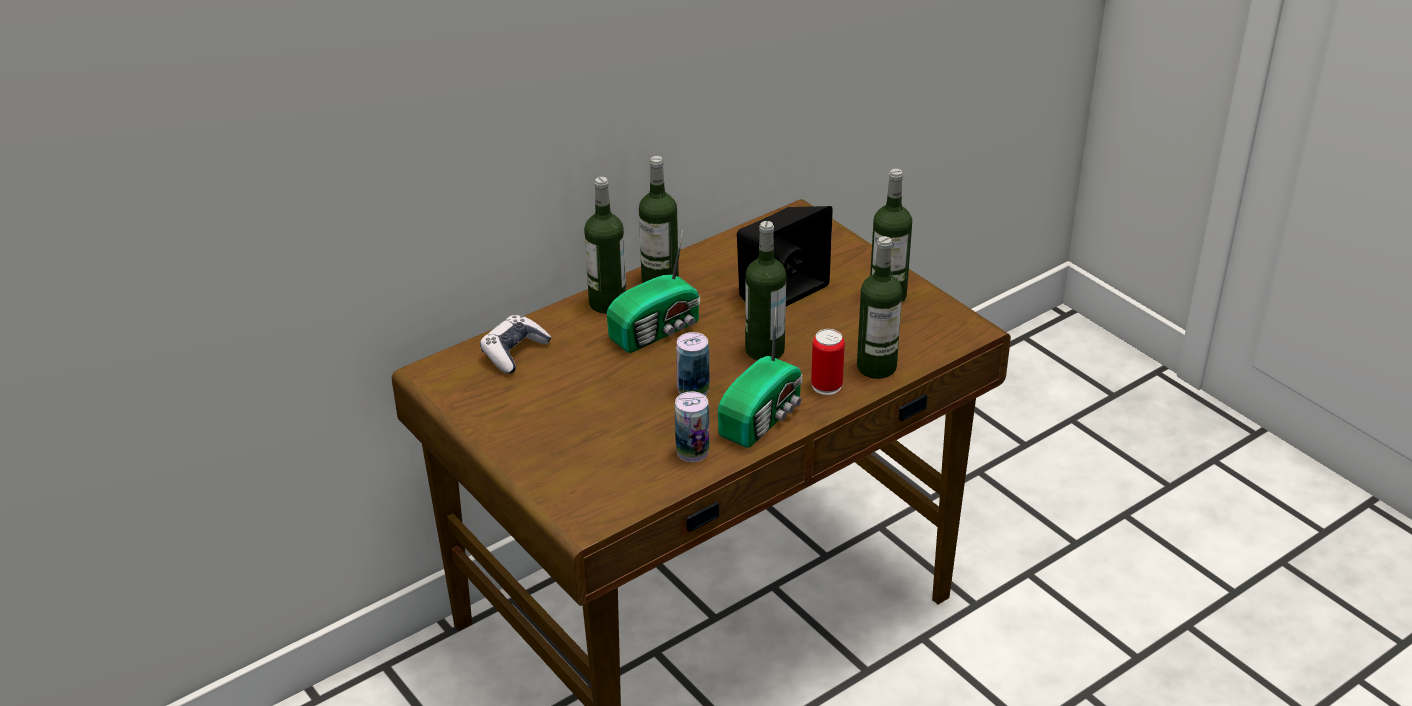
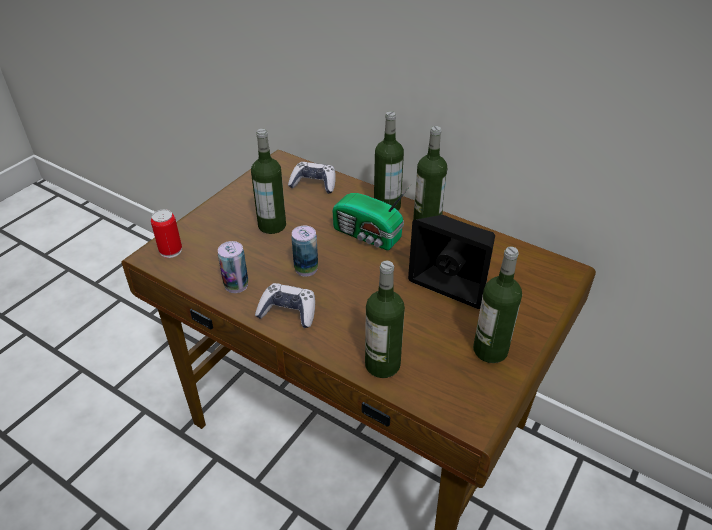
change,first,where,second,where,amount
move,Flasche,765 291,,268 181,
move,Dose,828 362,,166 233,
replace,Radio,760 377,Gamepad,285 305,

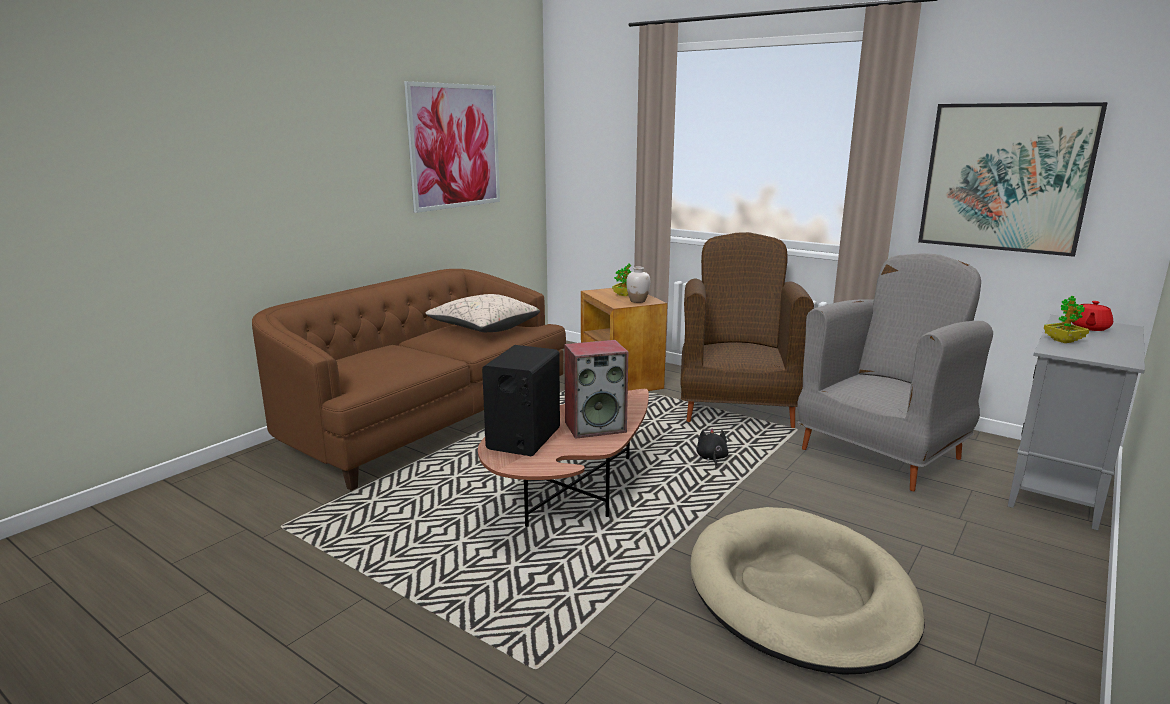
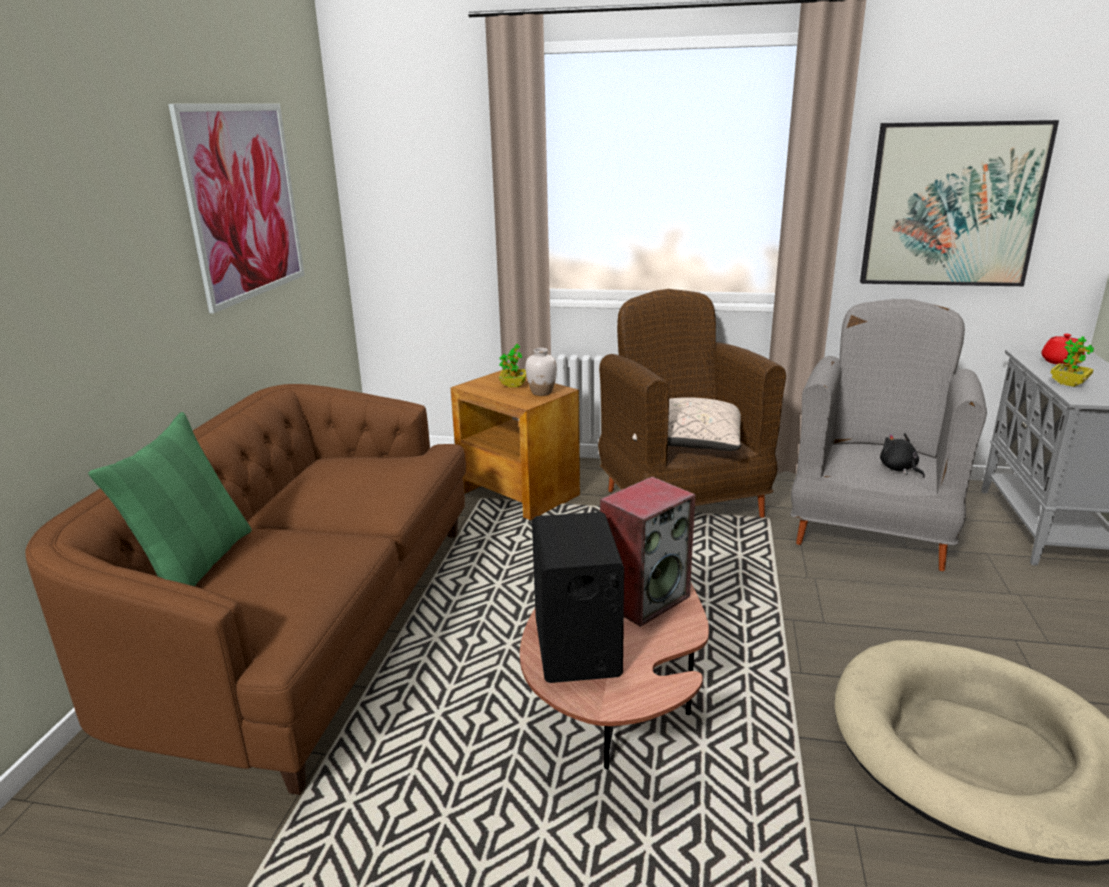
change,first,where,second,where,amount
insert,,,Kissen (grün),170 499,
move,Kissen (beige),483 313,,686 424,
move,Plüschtier (schwarz),712 448,,902 455,

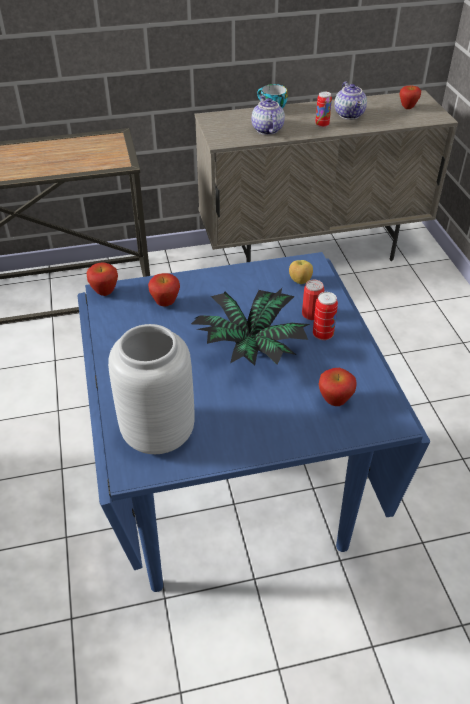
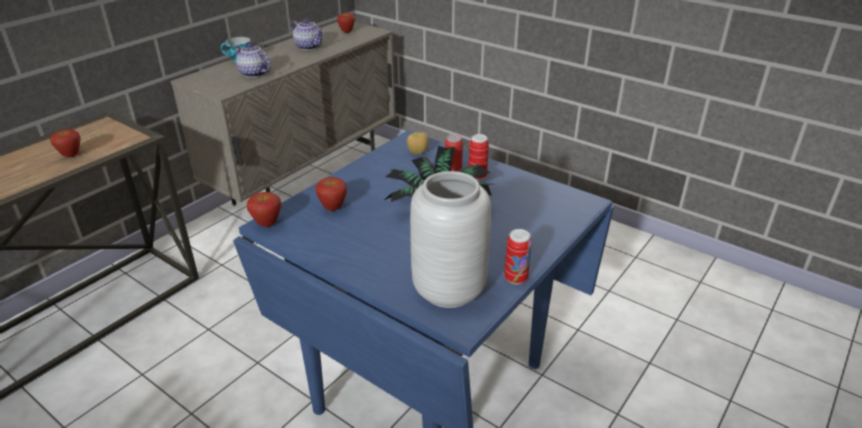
change,first,where,second,where,amount
move,Dose,323 109,,518 256,
move,Apfel,338 387,,65 143,

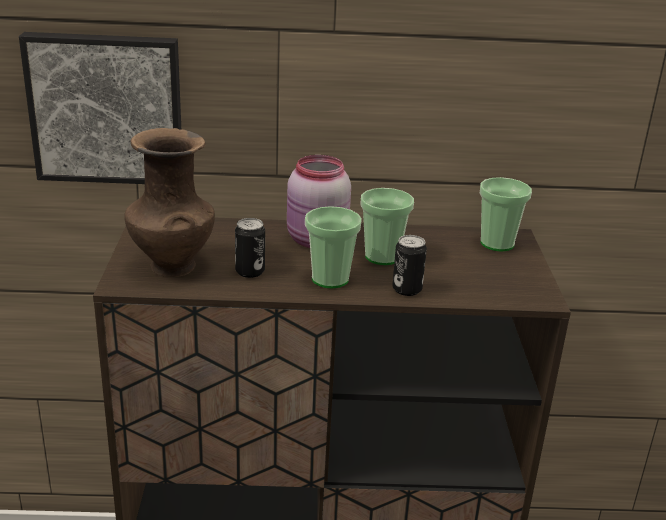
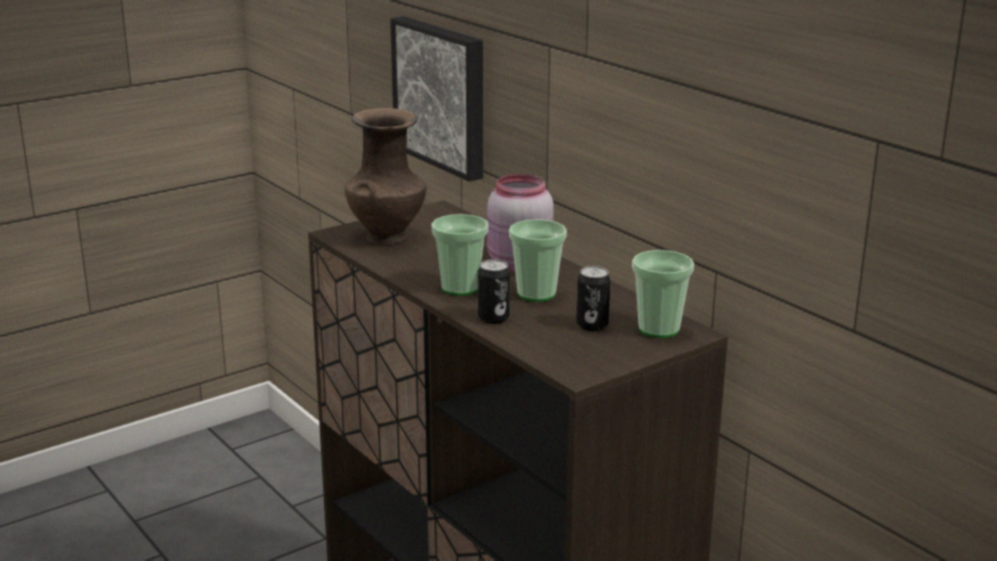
change,first,where,second,where,amount
move,Dose,250 248,,593 298,

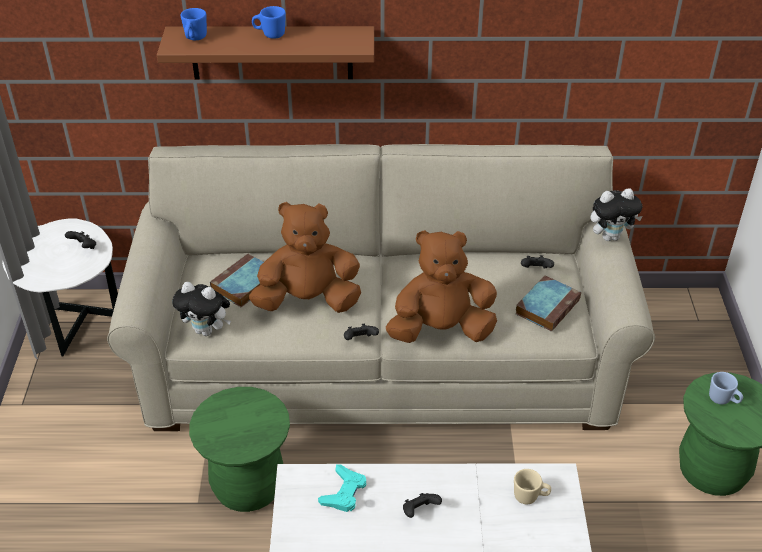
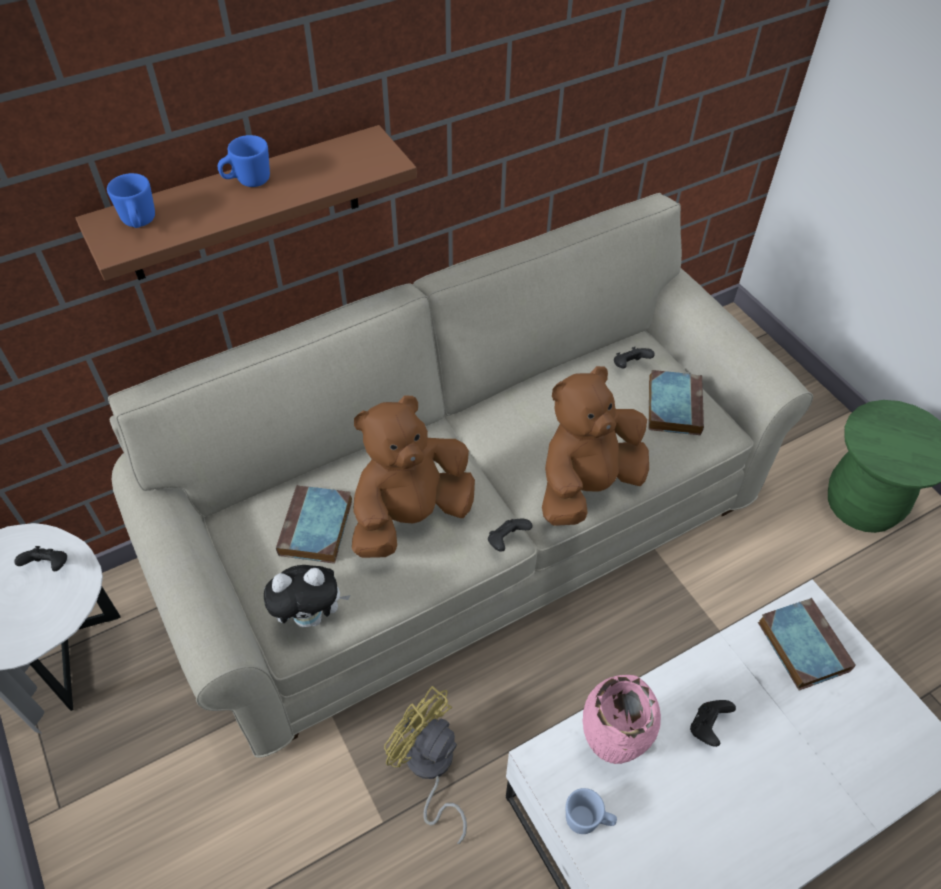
change,first,where,second,where,amount
delete,Plüschtier,616 214,,,
move,Henkelbecher (blau),726 388,,591 811,
replace,Hocker (grün),239 449,Ventilator (gelb),425 765,
replace,Gamepad (türkis),342 488,Vase (rosa),621 719,
replace,Henkelbecher (beige),532 486,Buch,807 644,

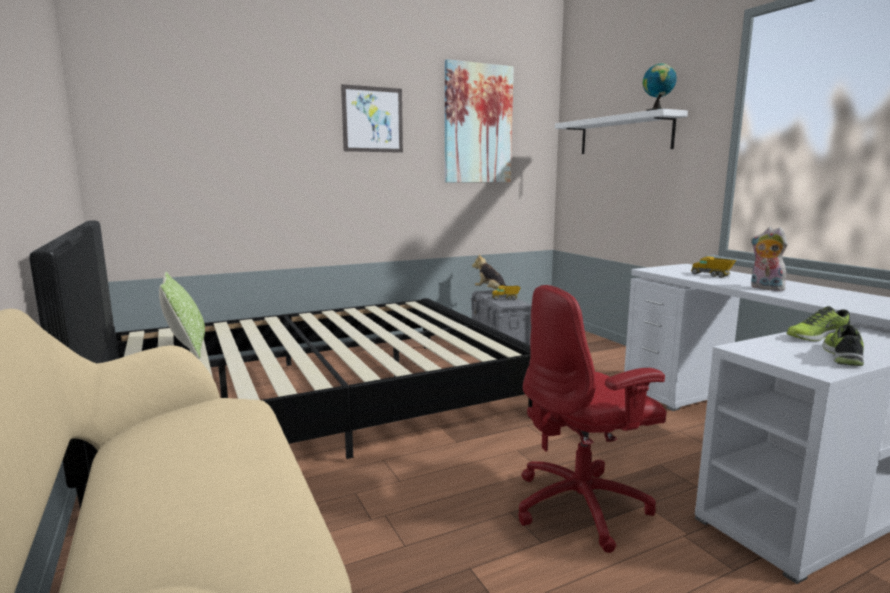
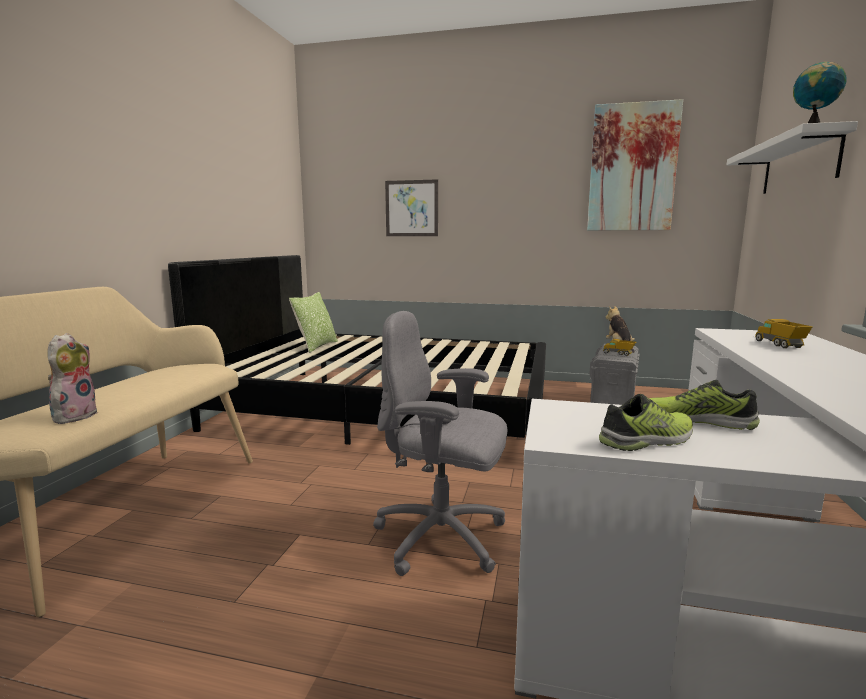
change,first,where,second,where,amount
move,Bild,372 118,,411 207,
move,Plüschtier,769 259,,73 378,
recolor,Bürostuhl (rot),592 419,Bürostuhl (grau),440 443,

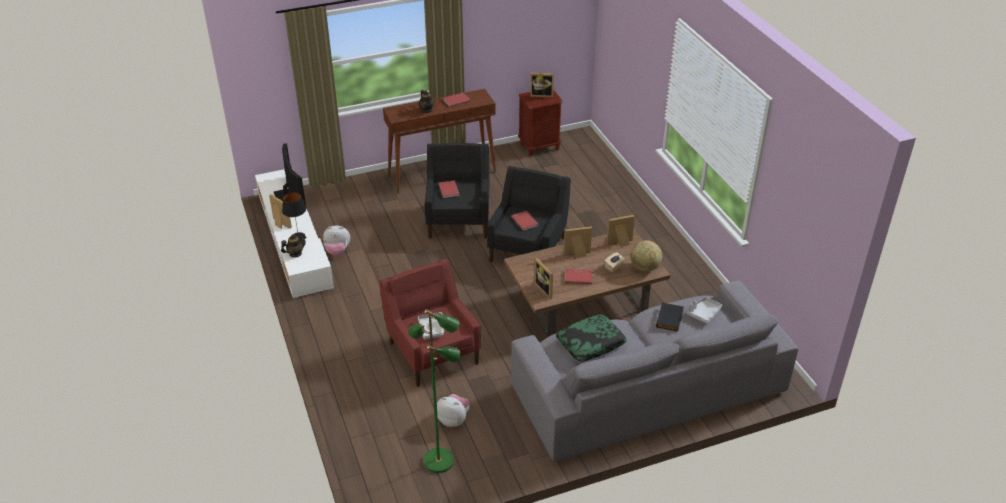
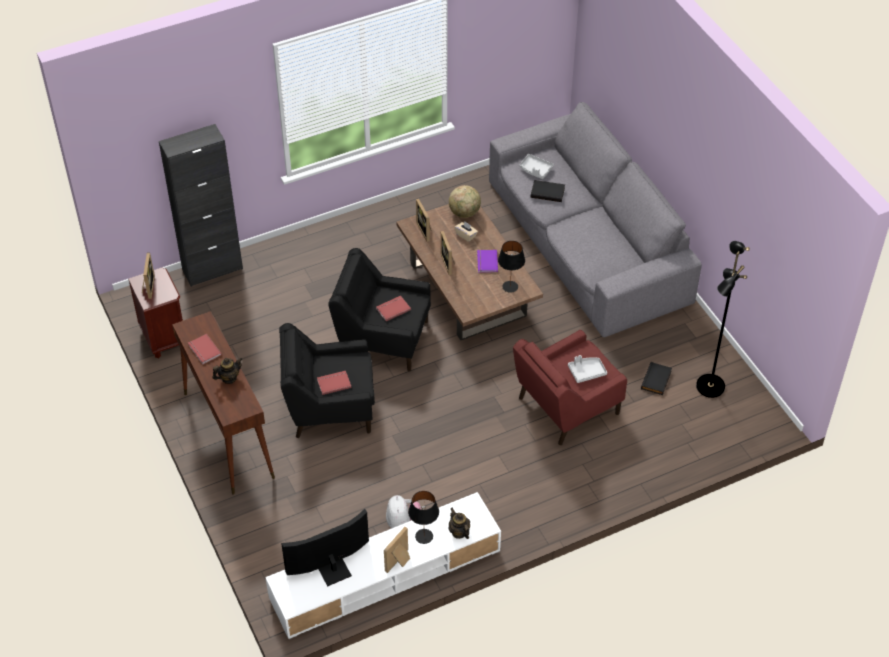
change,first,where,second,where,amount
delete,Kissen,591 338,,,
insert,,,Schrank (schwarz),201 205,
replace,Plüschtier,453 410,Buch (schwarz),656 378,
replace,Bilderrahmen,543 278,Tischlampe (schwarz),511 267,
recolor,Stehlampe (grün),434 391,Stehlampe (schwarz),723 319,
recolor,Buch (rot),578 276,Buch (lila),487 261,

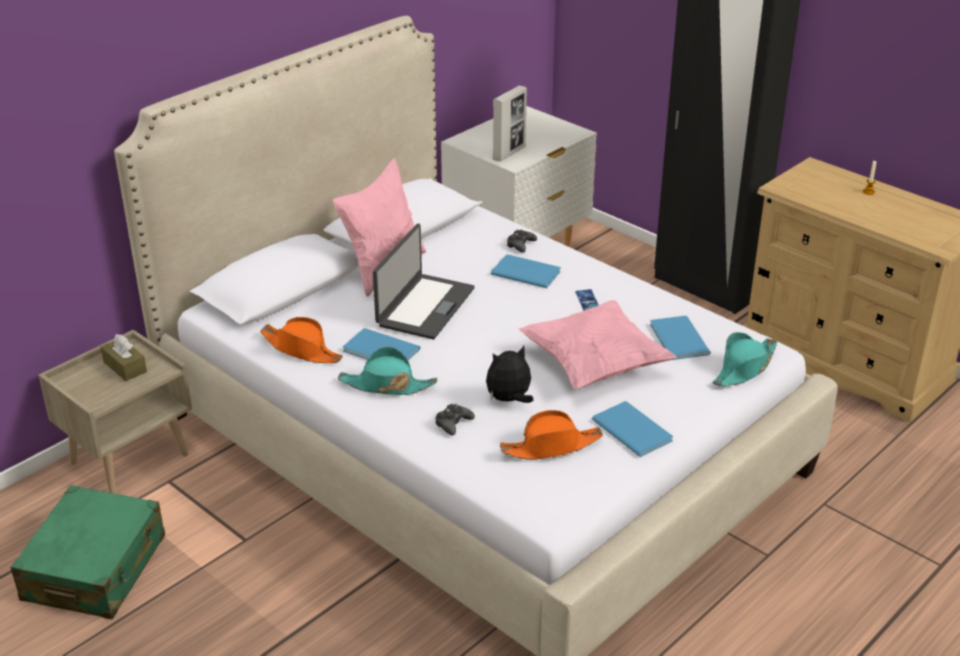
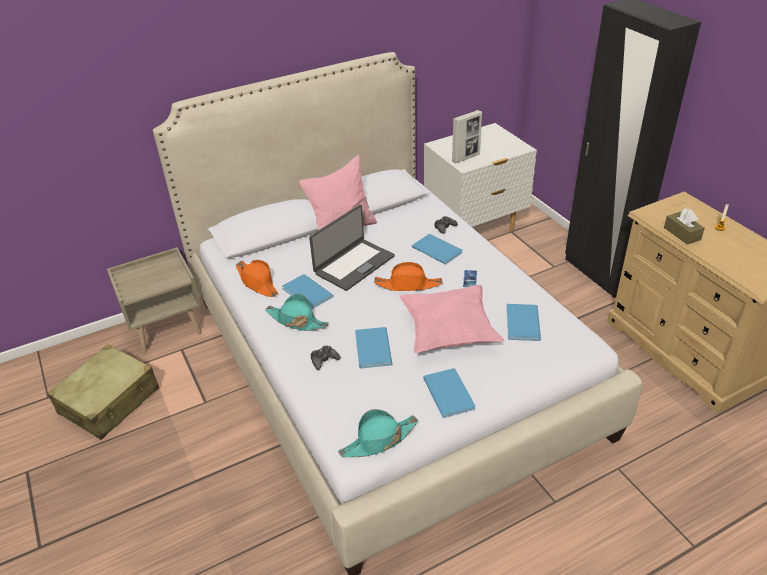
change,first,where,second,where,amount
move,Taschentuchbox (braun),124 357,,684 226,
move,Hut (orange),551 435,,408 276,
move,Hut (türkis),745 359,,378 433,
replace,Plüschtier,510 374,Buch (blau),373 348,
recolor,Koffer (grün),88 552,Koffer (beige),103 392,

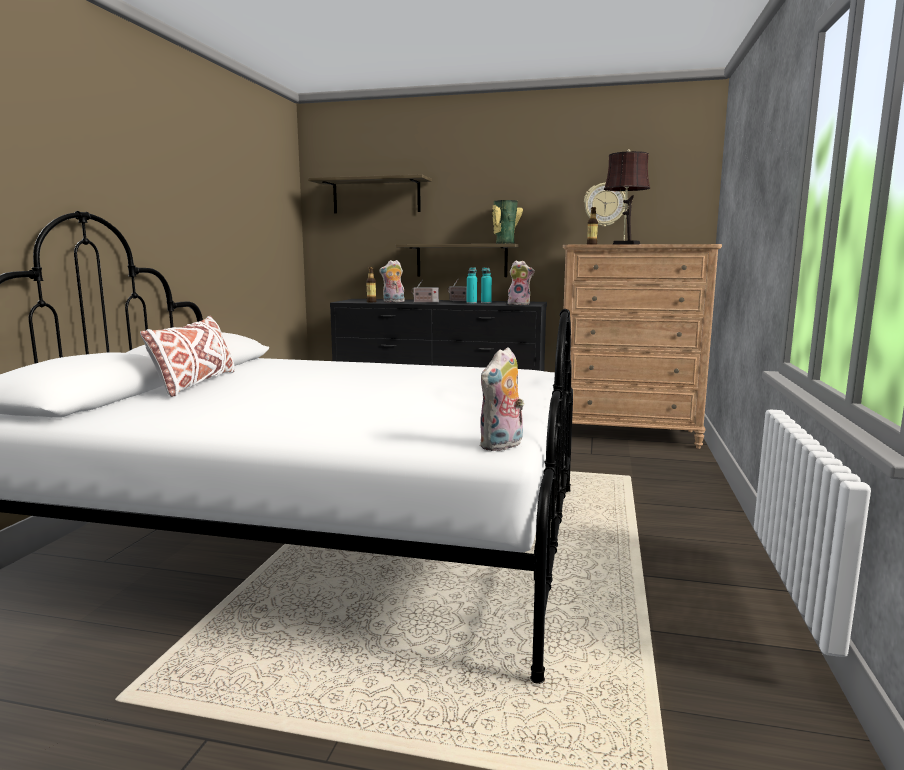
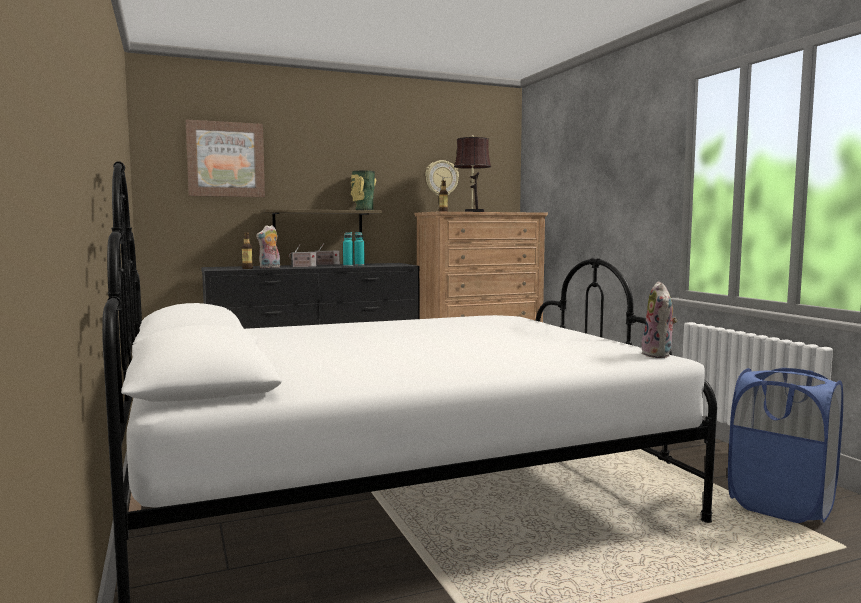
change,first,where,second,where,amount
delete,Kissen (weiß),187 356,,,
delete,Plüschtier,521 282,,,
insert,,,Wäschekorb (blau),785 445,
replace,Wandregal,370 193,Bild,225 158,

